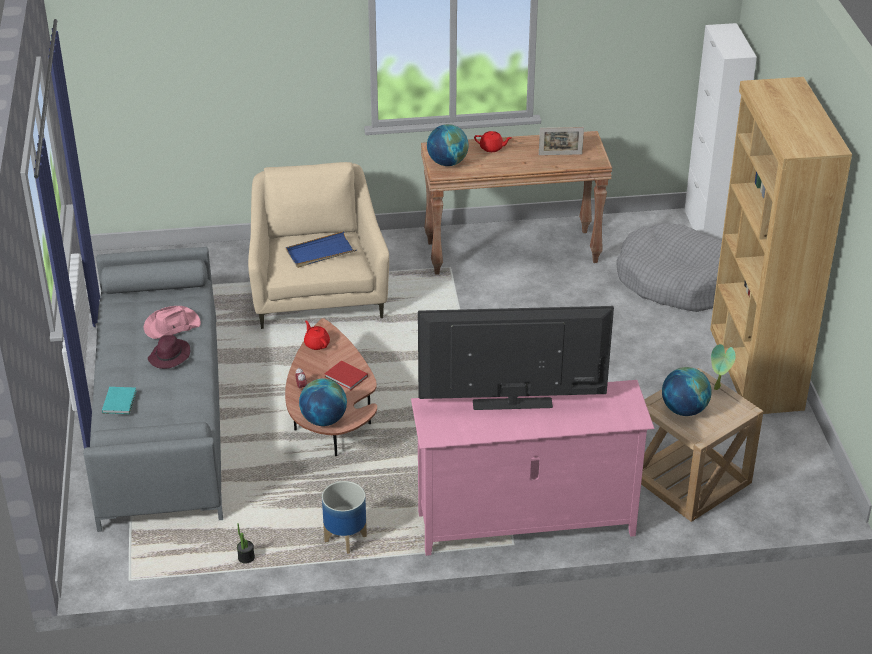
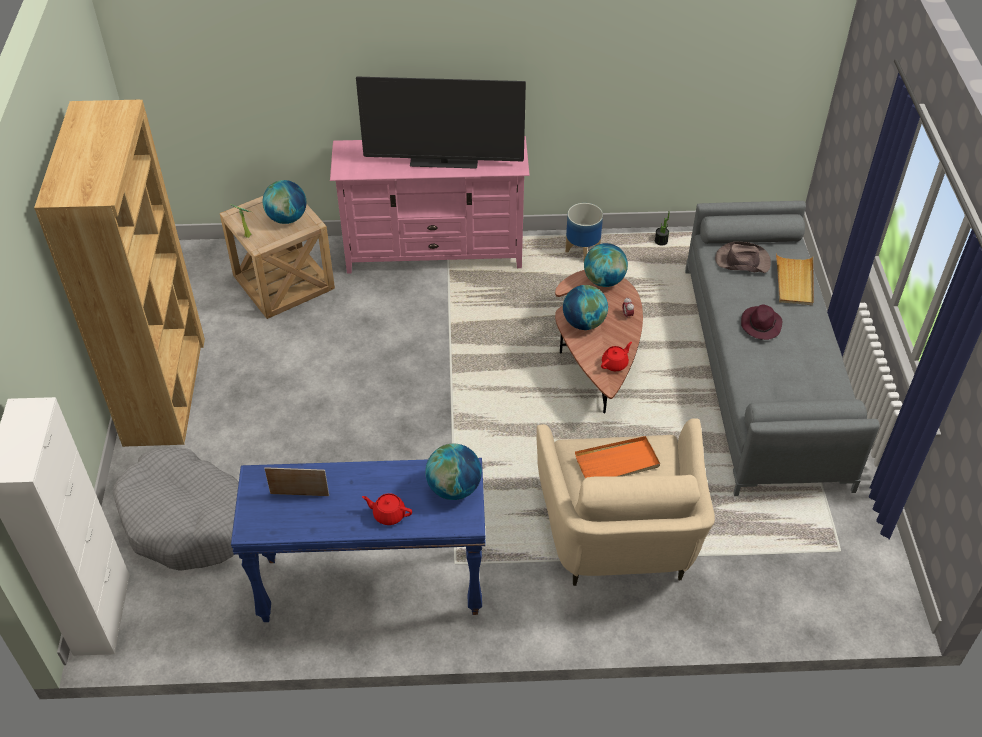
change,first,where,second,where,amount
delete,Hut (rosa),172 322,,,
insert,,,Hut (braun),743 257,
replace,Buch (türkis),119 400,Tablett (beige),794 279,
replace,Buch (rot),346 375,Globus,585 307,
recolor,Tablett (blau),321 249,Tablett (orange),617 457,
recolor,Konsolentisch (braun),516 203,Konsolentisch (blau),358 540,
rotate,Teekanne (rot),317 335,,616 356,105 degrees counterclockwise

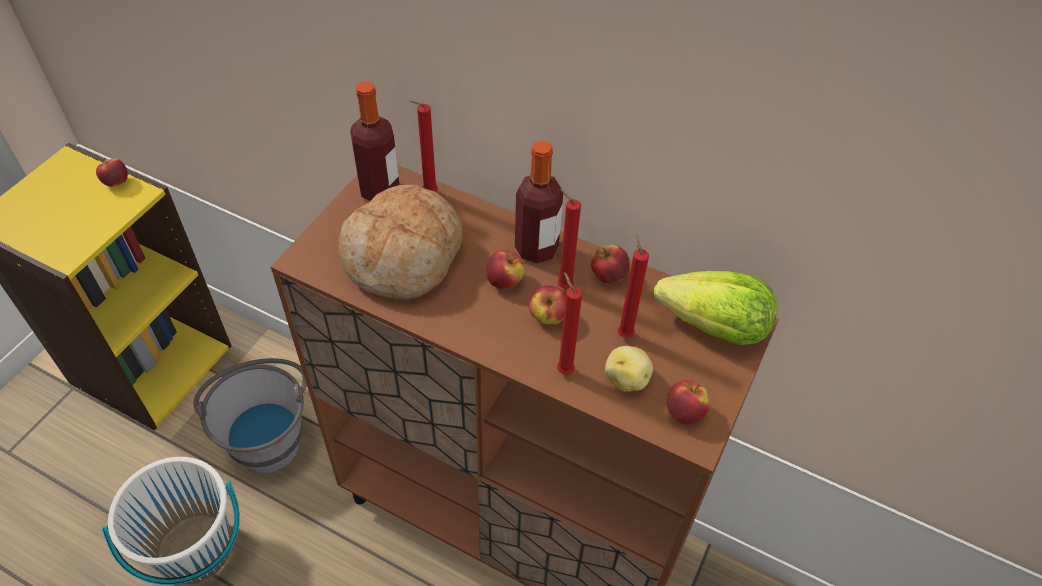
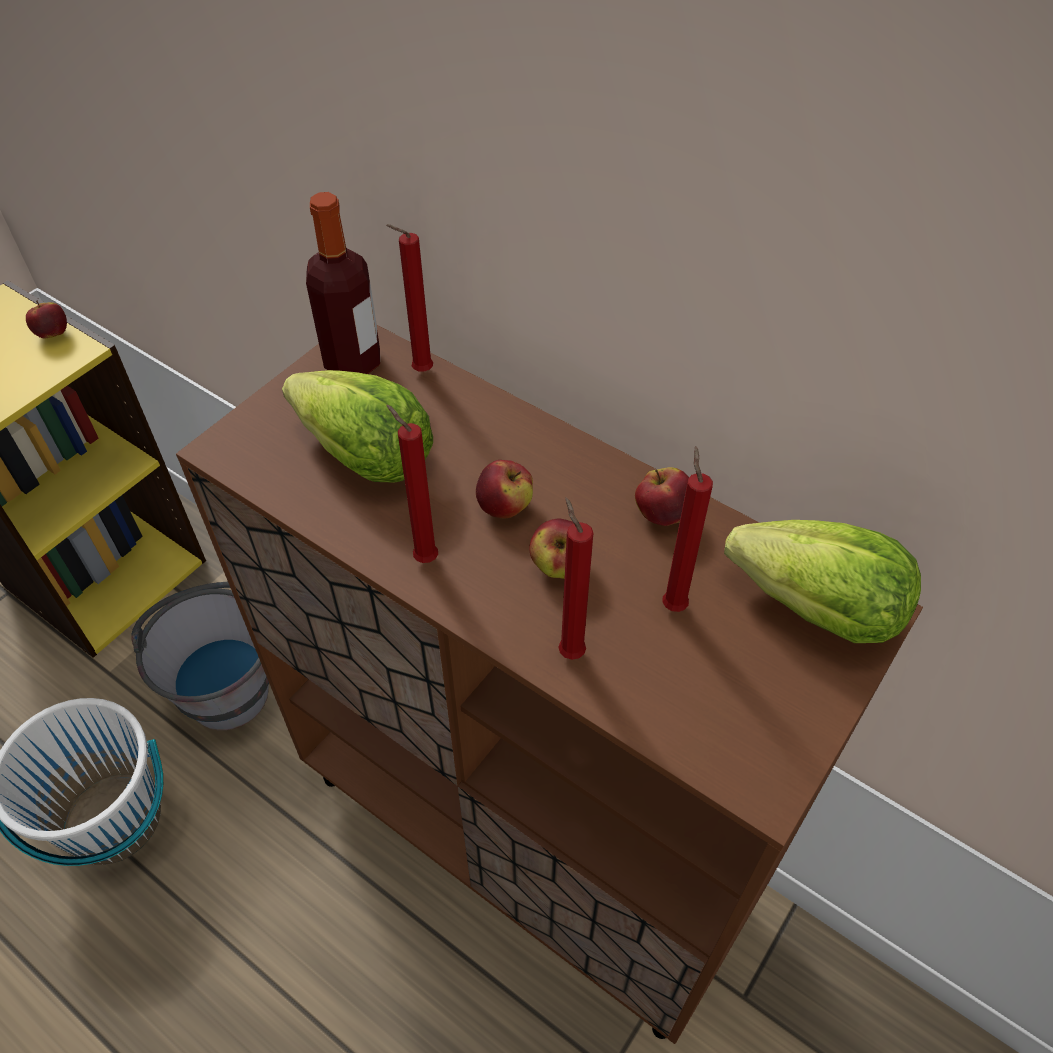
change,first,where,second,where,amount
delete,Flasche,539 202,,,
delete,Kartoffel,629 369,,,
delete,Apfel,688 402,,,
move,Kerze (rot),569 239,,412 484,
replace,Brot,400 242,Salatkopf,357 426,

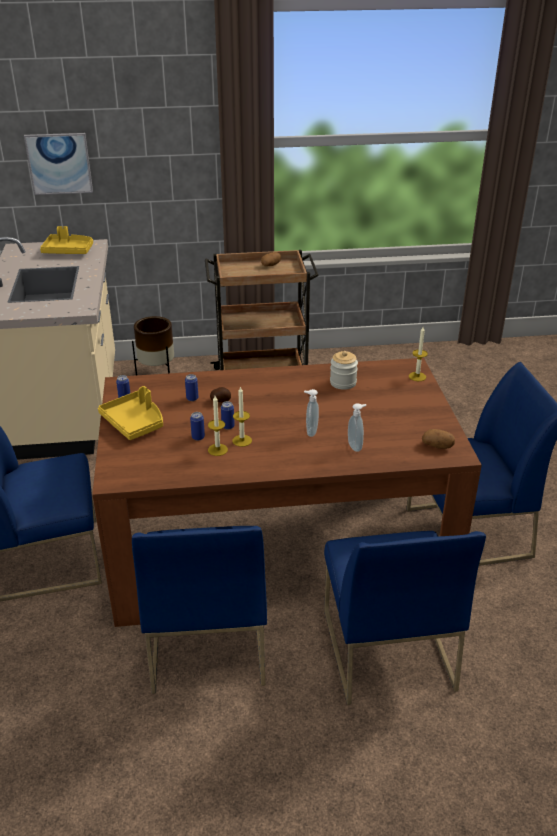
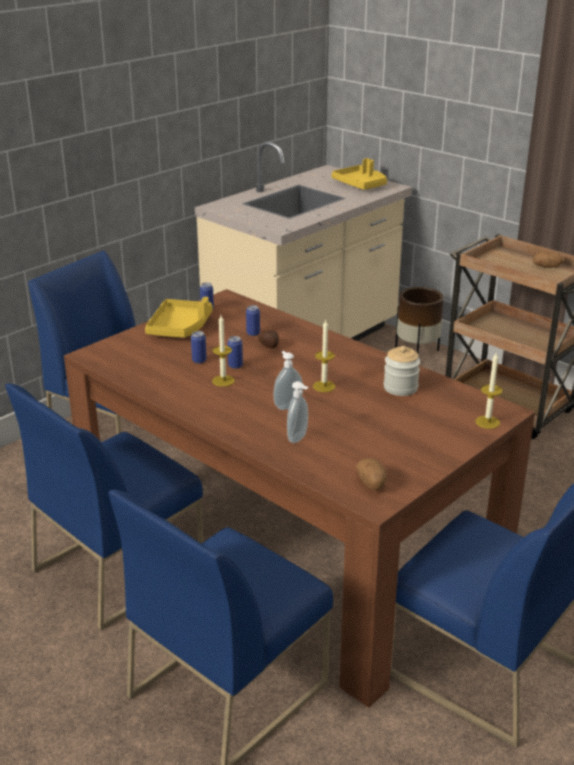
change,first,where,second,where,amount
delete,Bild,58 164,,,
move,Kerze,218 426,,324 356,

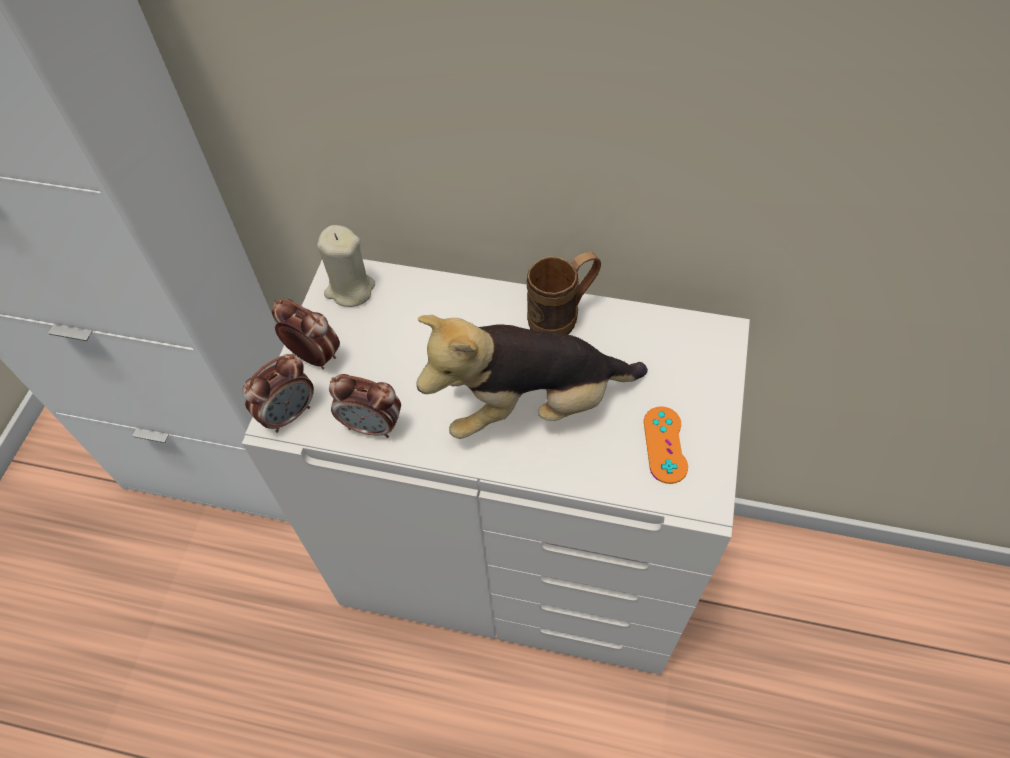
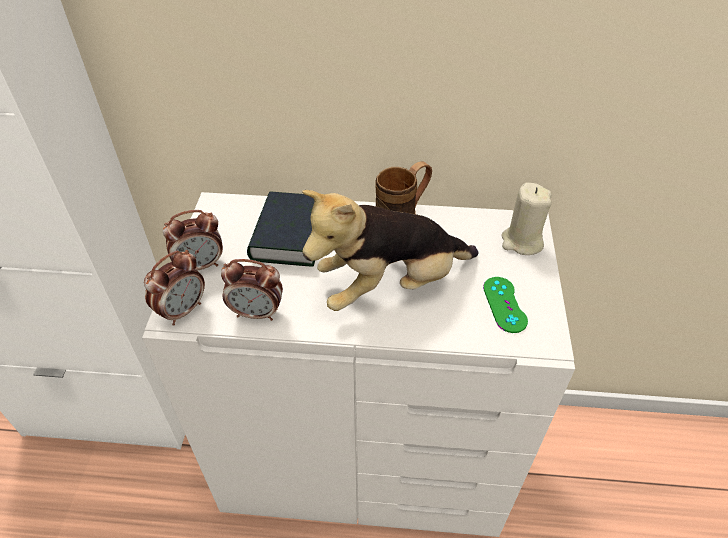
change,first,where,second,where,amount
insert,,,Buch,281 229,
move,Kerze (beige),346 266,,526 219,
recolor,Gamepad (orange),666 445,Gamepad (grün),505 305,
rotate,Wecker,306 334,,193 240,135 degrees clockwise

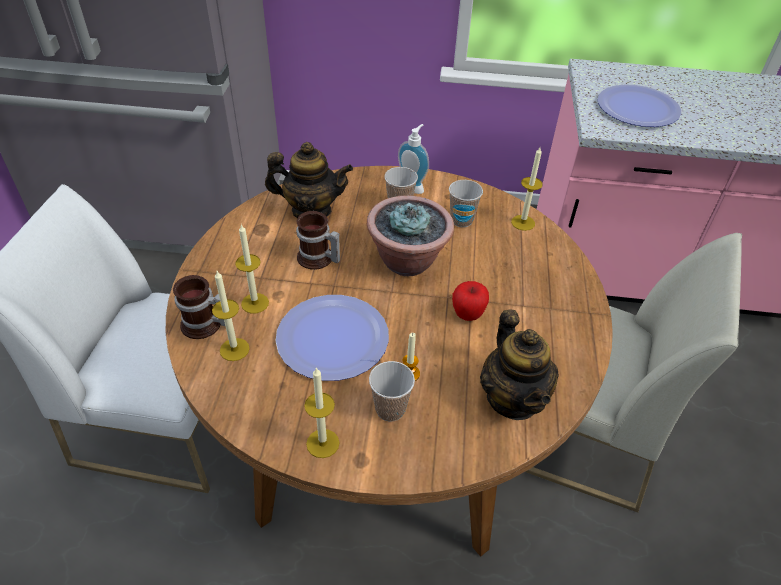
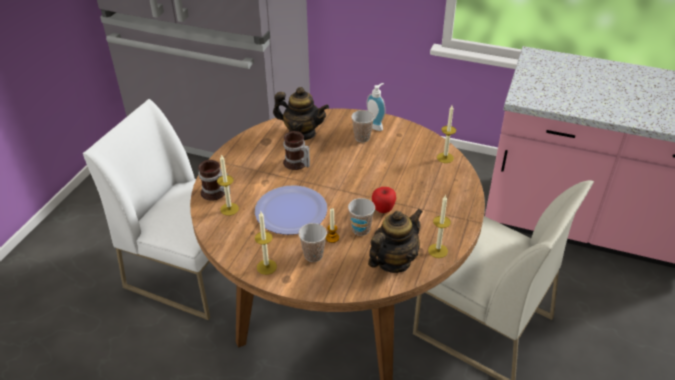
change,first,where,second,where,amount
delete,Topfpflanze,410 235,,,
delete,Teller,639 105,,,
move,Kerze,252 269,,439 226,
move,Tasse,466 203,,361 217,
rotate,Teekanne,519 365,,395 241,135 degrees counterclockwise

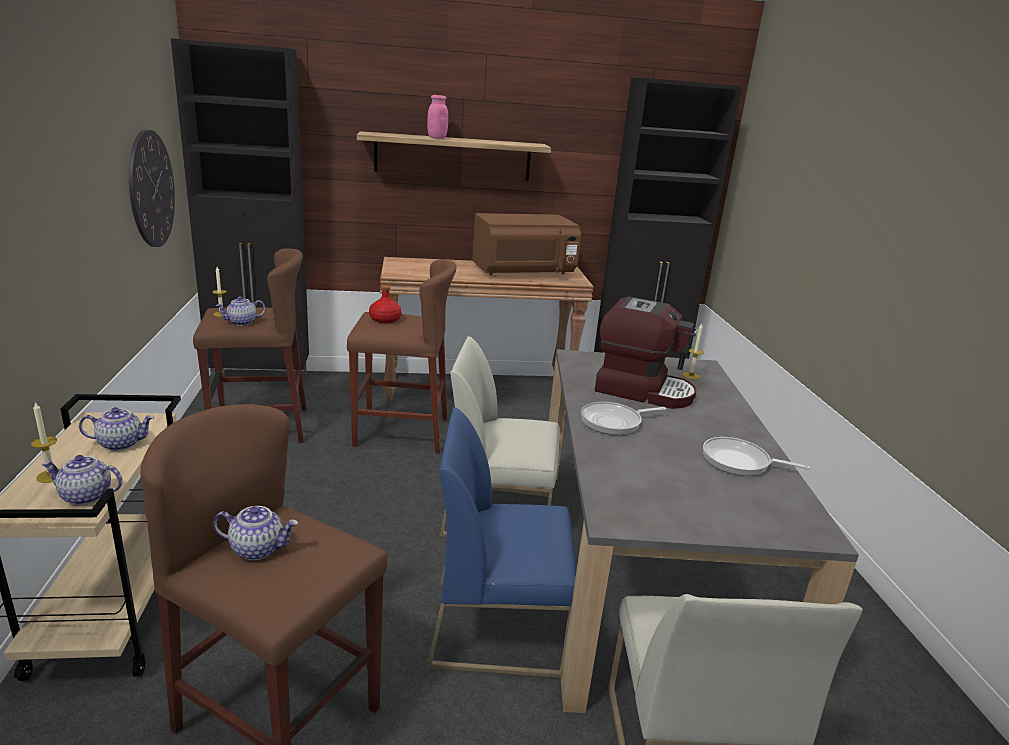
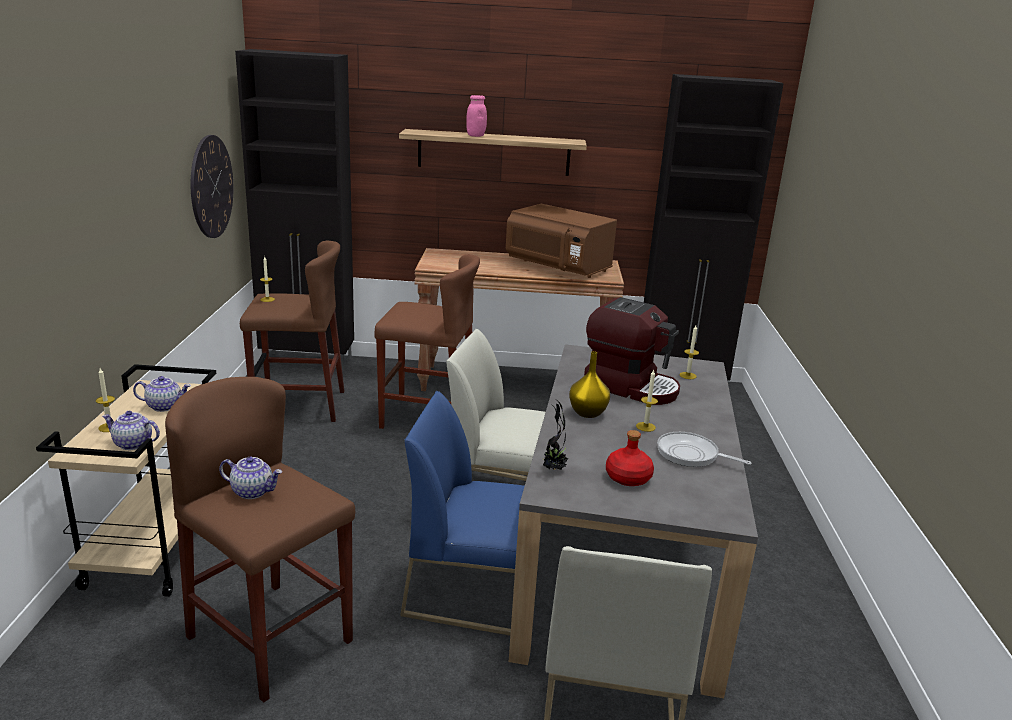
change,first,where,second,where,amount
delete,Teekanne,241 311,,,
insert,,,Topfpflanze,555 435,
insert,,,Kerze,647 401,
move,Flasche (rot),385 304,,630 458,
replace,Pfanne,623 418,Vase (gelb),589 384,
rotate,Mikrowelle (braun),526 244,,561 241,45 degrees clockwise

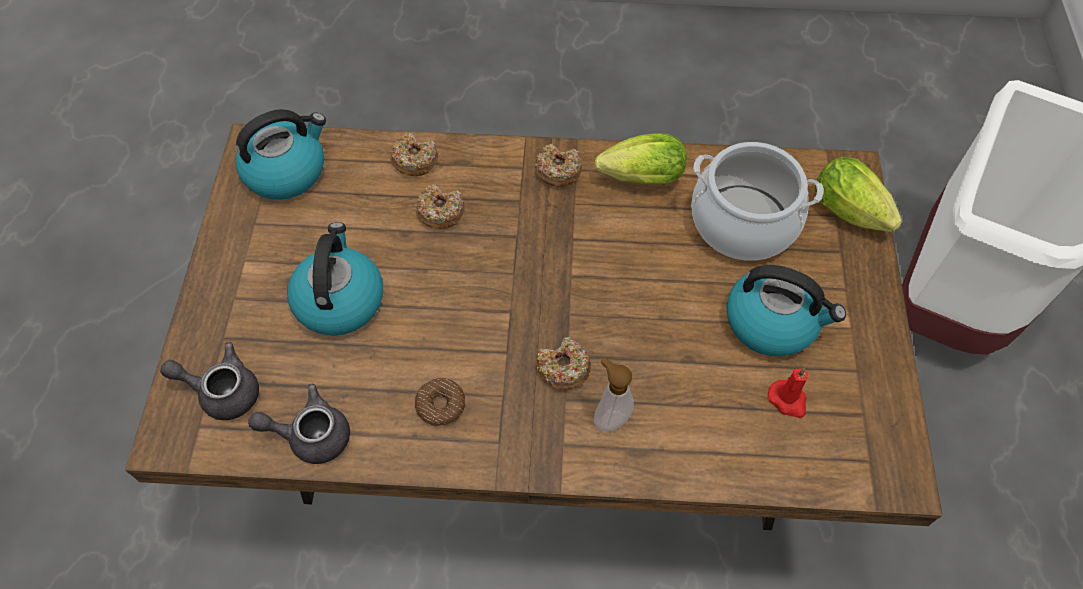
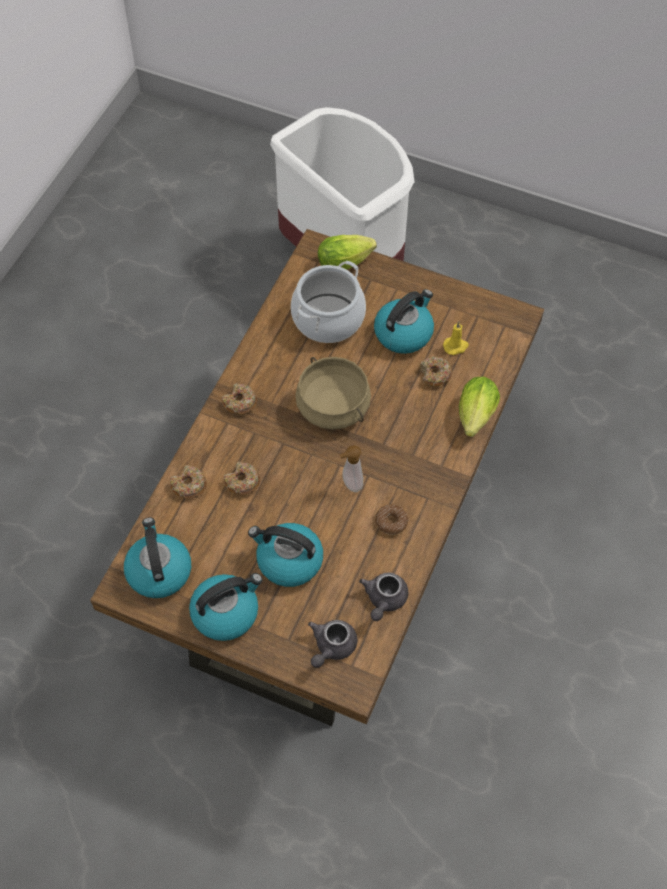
change,first,where,second,where,amount
insert,,,Wasserkessel,226 607,
insert,,,Kochtopf (beige),333 393,
move,Donut,563 363,,435 371,
move,Salatkopf,640 158,,479 407,
move,Seifenspender,614 395,,351 468,
recolor,Kerze (rot),788 392,Kerze (gelb),456 338,

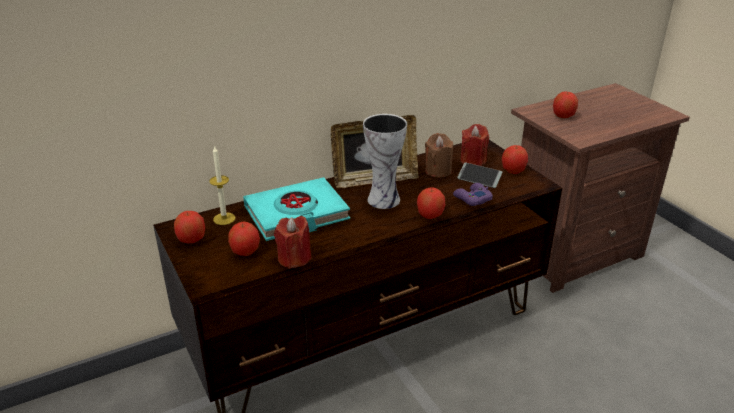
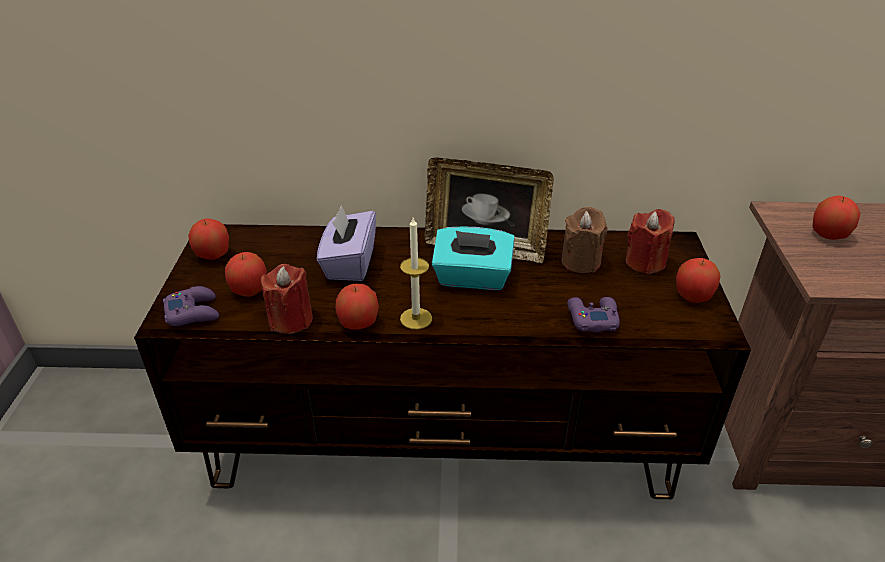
change,first,where,second,where,amount
delete,Handy,479 175,,,
insert,,,Gamepad (lila),191 306,
move,Kerze,222 185,,416 273,
move,Apfel,431 203,,357 306,
replace,Buch (türkis),296 209,Taschentuchbox (lila),346 242,
replace,Vase,385 161,Taschentuchbox (türkis),473 258,

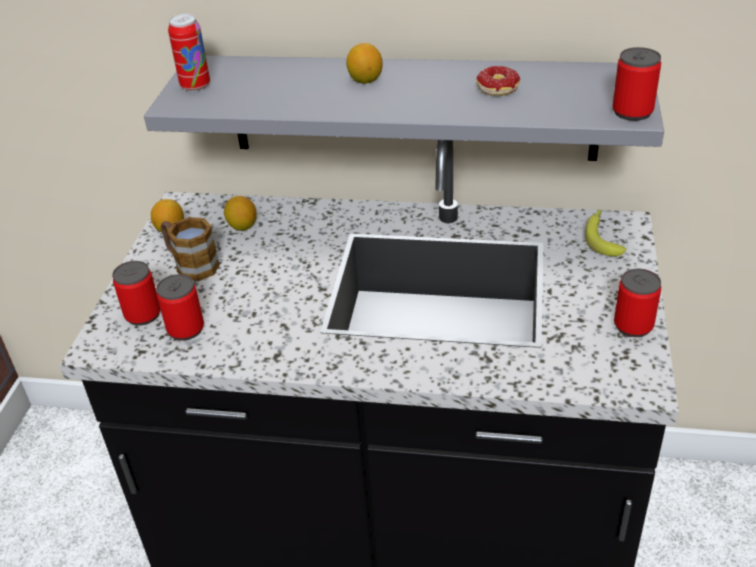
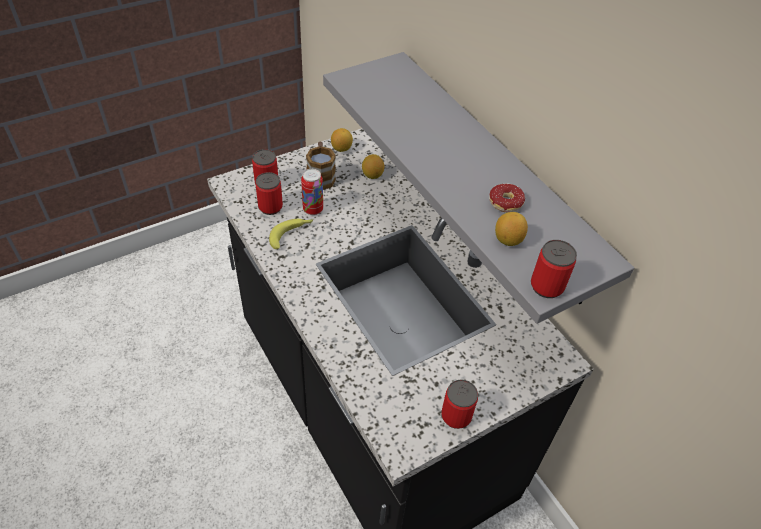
change,first,where,second,where,amount
move,Dose,189 53,,312 192,
move,Zitrone,364 63,,511 229,
move,Banane,606 232,,291 234,

